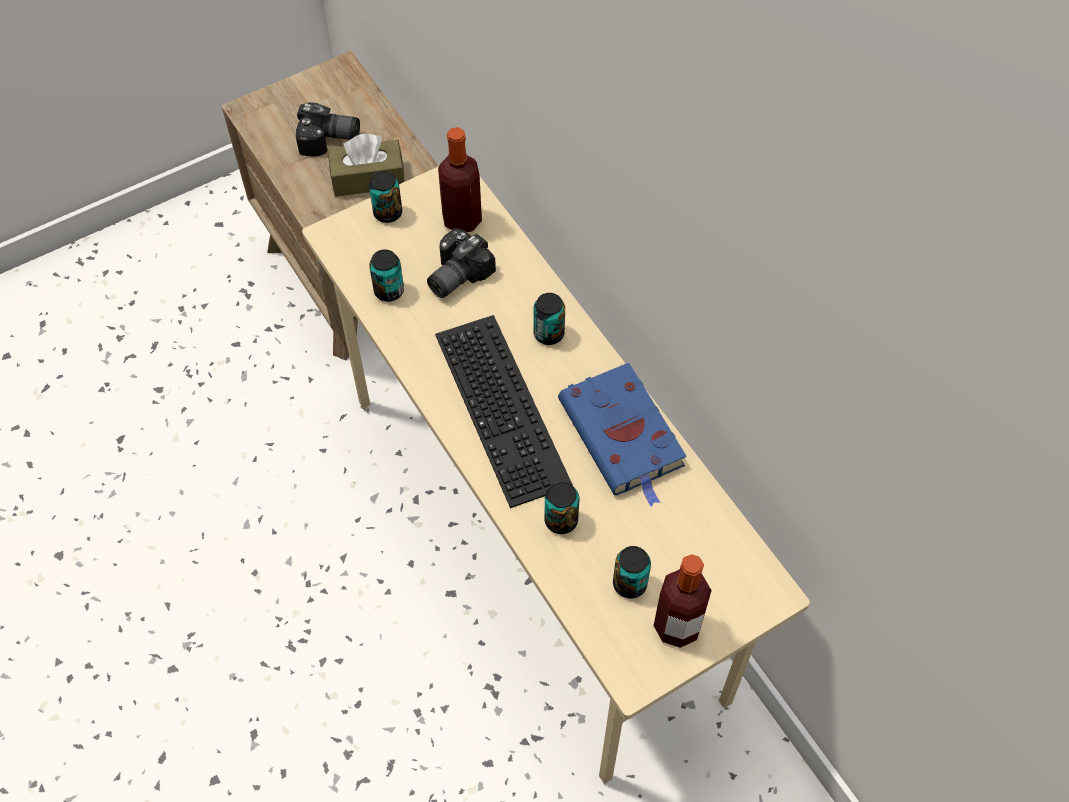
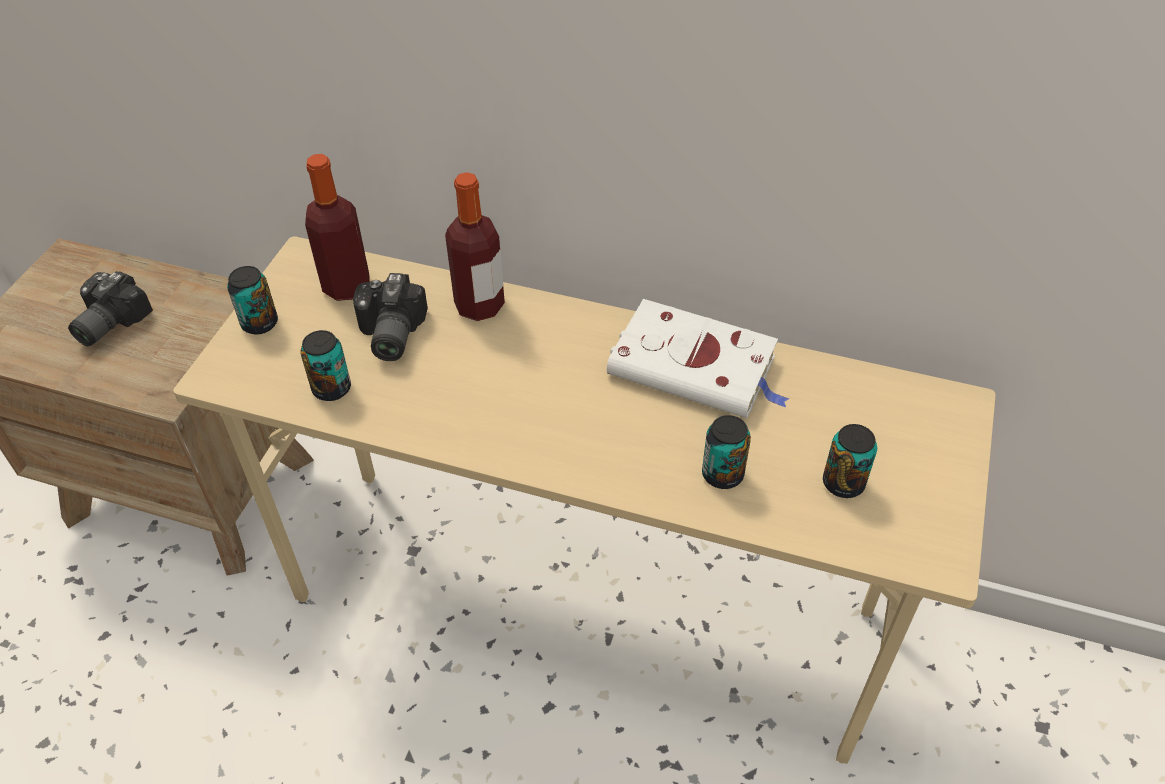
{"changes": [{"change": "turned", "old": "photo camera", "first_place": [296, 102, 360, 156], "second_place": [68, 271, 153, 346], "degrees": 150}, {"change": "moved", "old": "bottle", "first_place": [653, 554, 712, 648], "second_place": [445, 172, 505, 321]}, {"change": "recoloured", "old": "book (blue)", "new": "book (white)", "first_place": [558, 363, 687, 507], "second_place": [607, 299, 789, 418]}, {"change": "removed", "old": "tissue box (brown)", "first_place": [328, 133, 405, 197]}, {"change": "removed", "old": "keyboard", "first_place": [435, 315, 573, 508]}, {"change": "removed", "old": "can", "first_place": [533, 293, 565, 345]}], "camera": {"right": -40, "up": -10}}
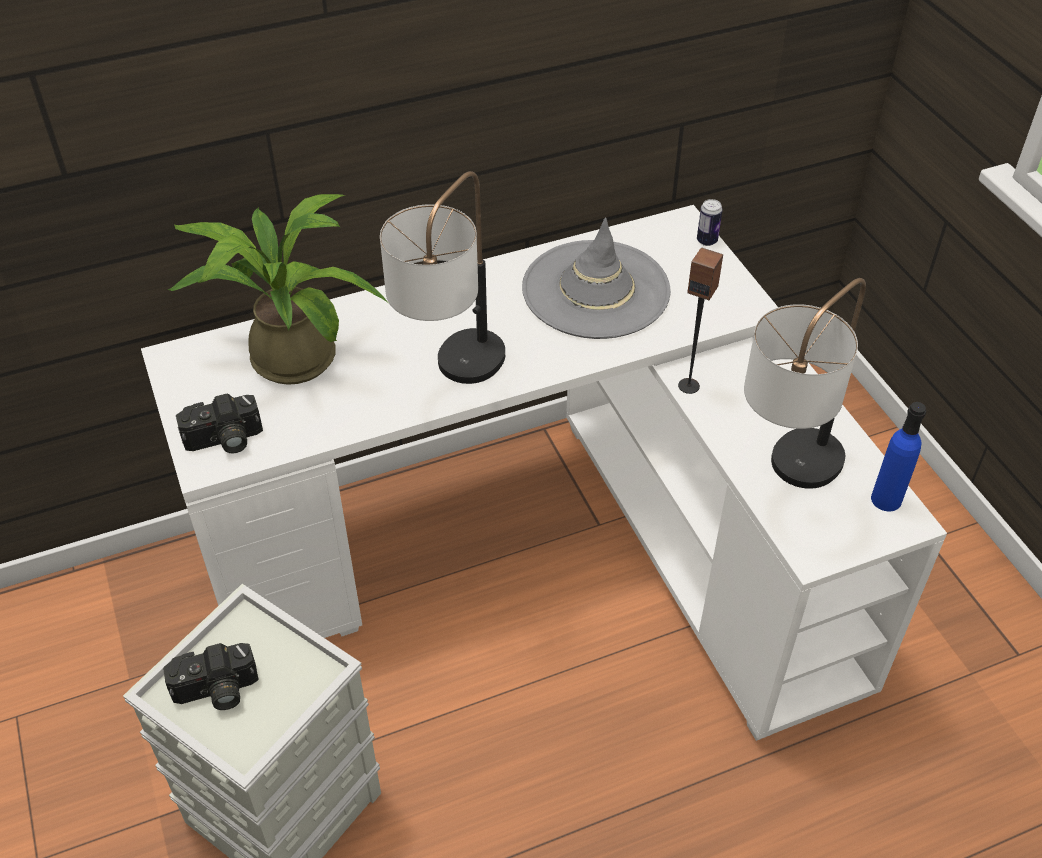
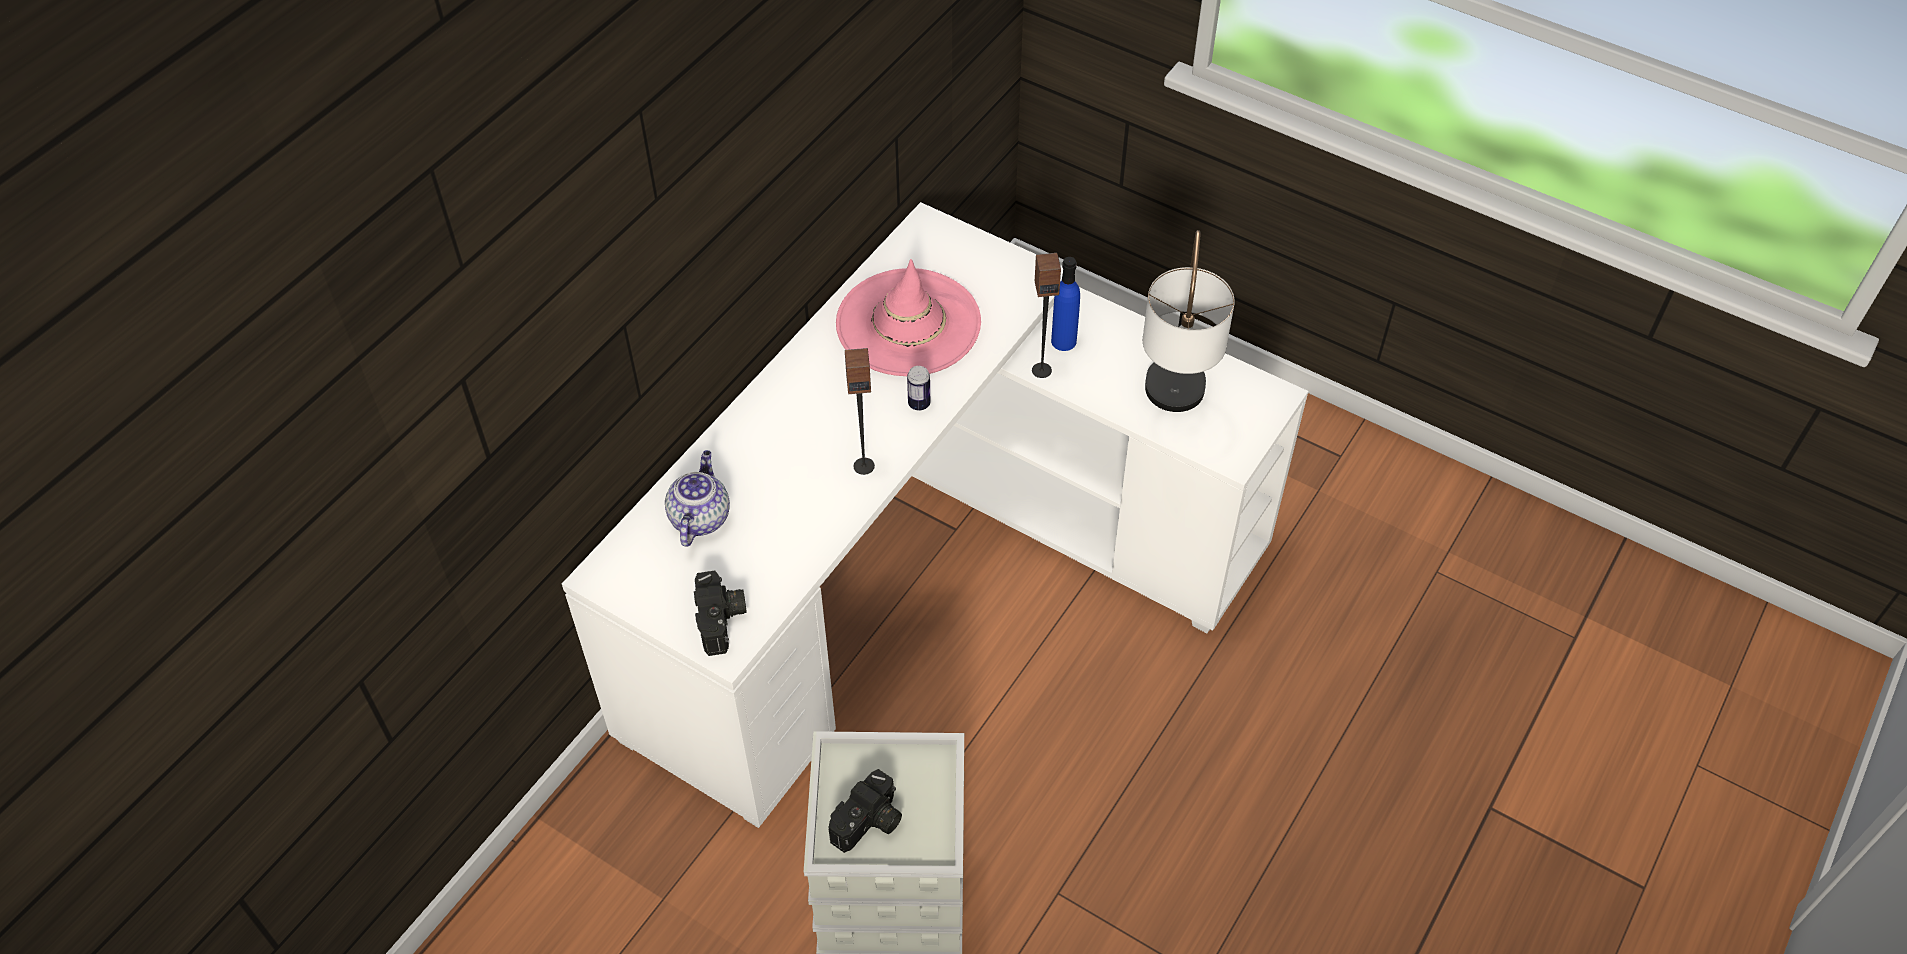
{"changes": [{"change": "replaced", "old": "potted plant", "new": "teapot", "first_place": [168, 194, 388, 385], "second_place": [665, 450, 730, 547]}, {"change": "turned", "old": "photo camera", "first_place": [176, 393, 263, 453], "second_place": [694, 571, 747, 656], "degrees": -45}, {"change": "recoloured", "old": "hat (grey)", "new": "hat (pink)", "first_place": [522, 217, 671, 339], "second_place": [836, 259, 981, 376]}, {"change": "replaced", "old": "table lamp", "new": "speaker", "first_place": [380, 171, 505, 384], "second_place": [845, 348, 875, 475]}, {"change": "moved", "old": "can", "first_place": [697, 199, 723, 246], "second_place": [907, 366, 930, 411]}, {"change": "moved", "old": "bottle (blue)", "first_place": [871, 402, 926, 511], "second_place": [1051, 257, 1080, 351]}], "camera": {"right": -35, "up": 5}}
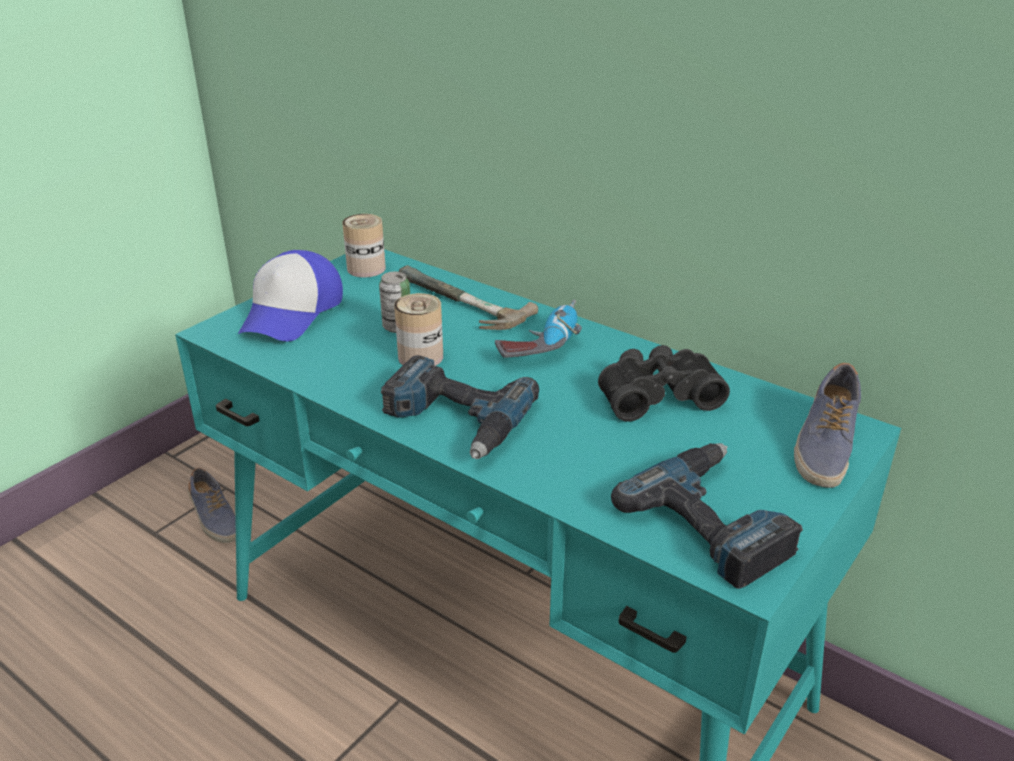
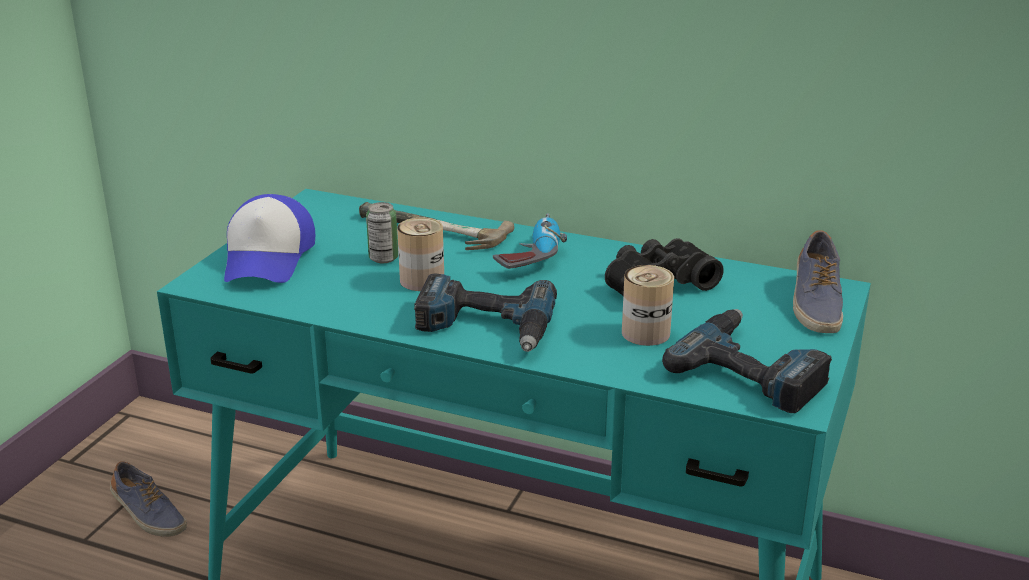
{"changes": [{"change": "moved", "old": "can", "first_place": [342, 214, 386, 278], "second_place": [622, 265, 674, 346]}], "camera": {"right": -15, "up": -5}}
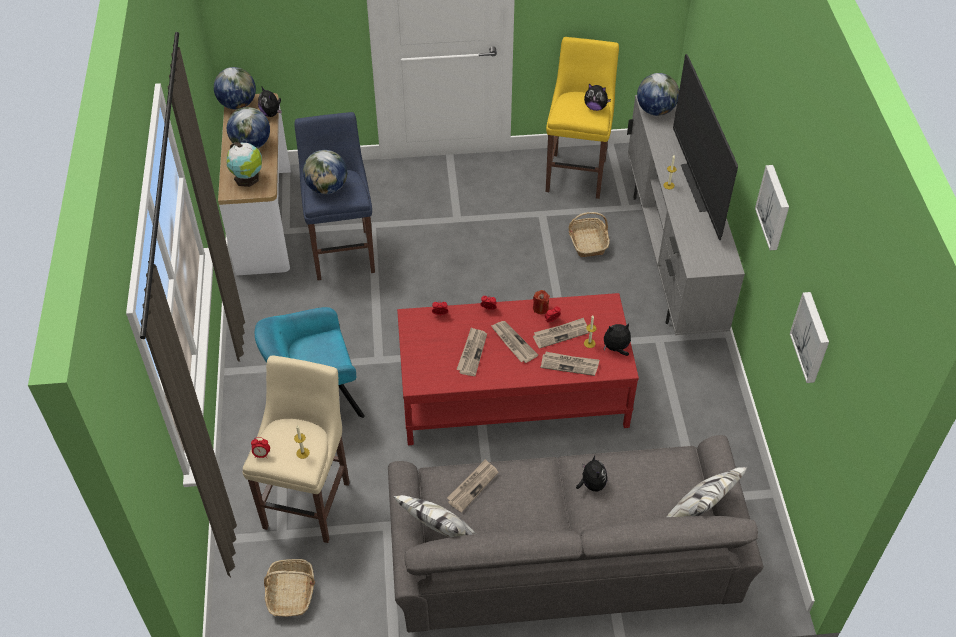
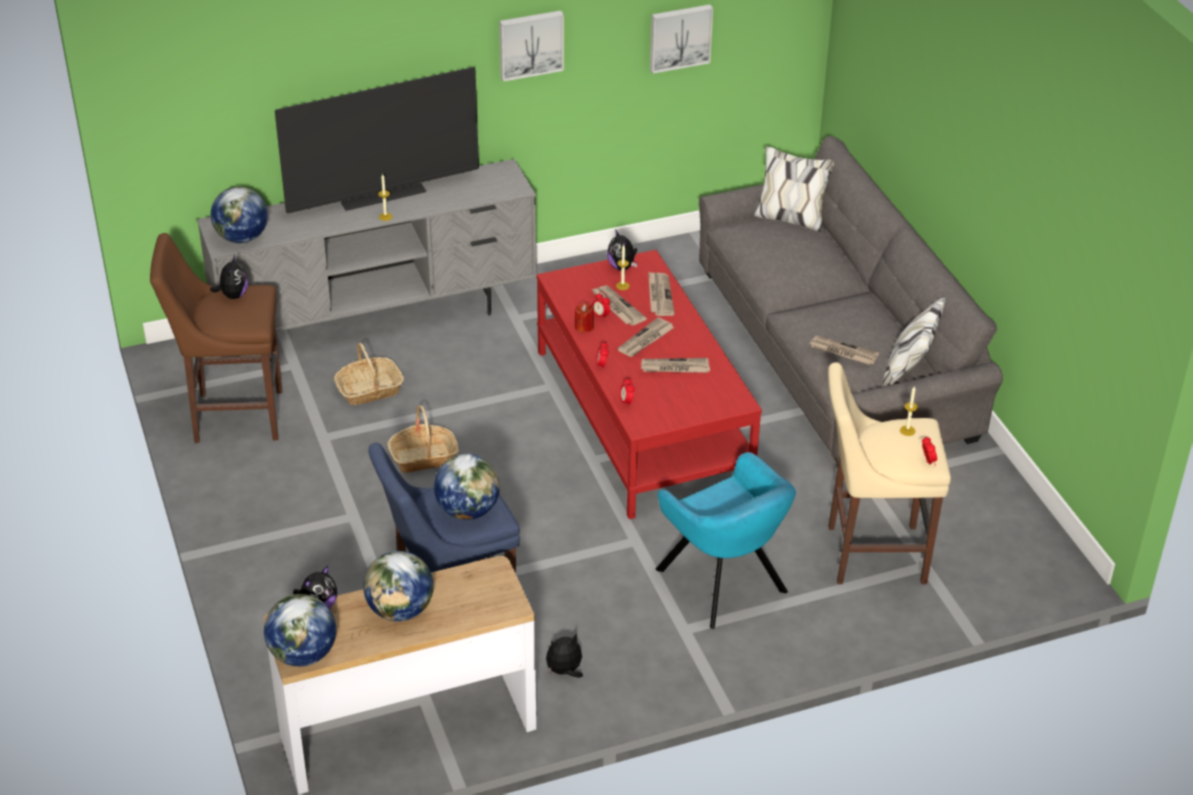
{"changes": [{"change": "recoloured", "old": "stool (yellow)", "new": "stool (brown)", "first_place": [546, 37, 619, 199], "second_place": [150, 233, 282, 443]}, {"change": "moved", "old": "basket", "first_place": [264, 559, 315, 617], "second_place": [388, 405, 459, 473]}, {"change": "moved", "old": "plush toy", "first_place": [576, 456, 607, 492], "second_place": [546, 633, 583, 678]}, {"change": "removed", "old": "globe", "first_place": [226, 142, 262, 187]}], "camera": {"right": -105, "up": -10}}
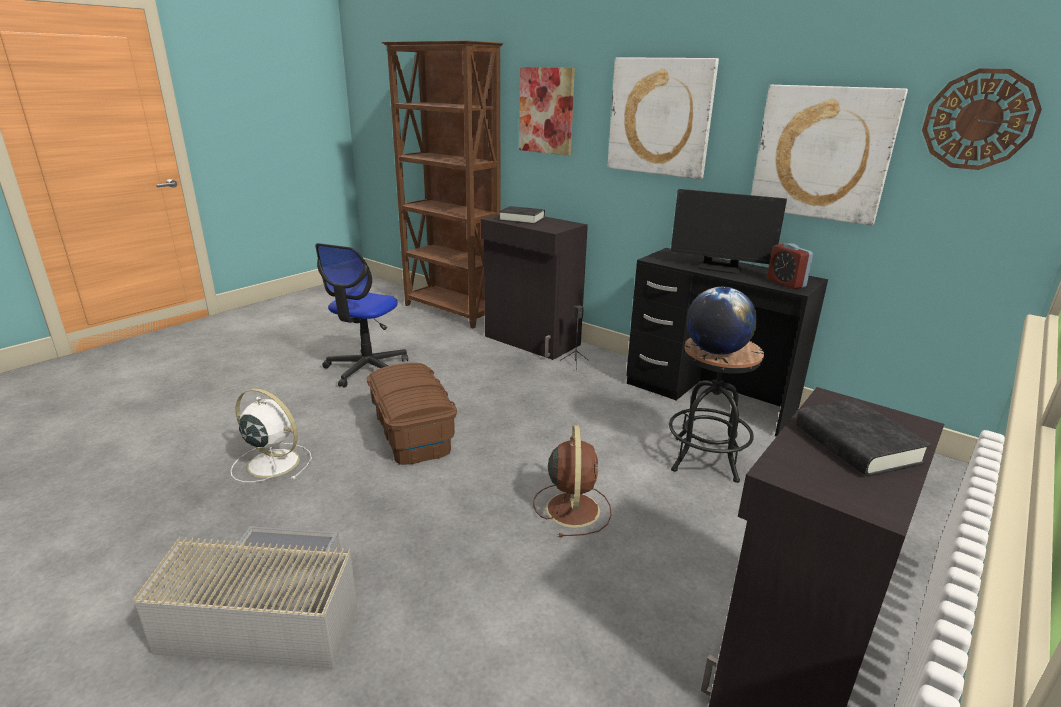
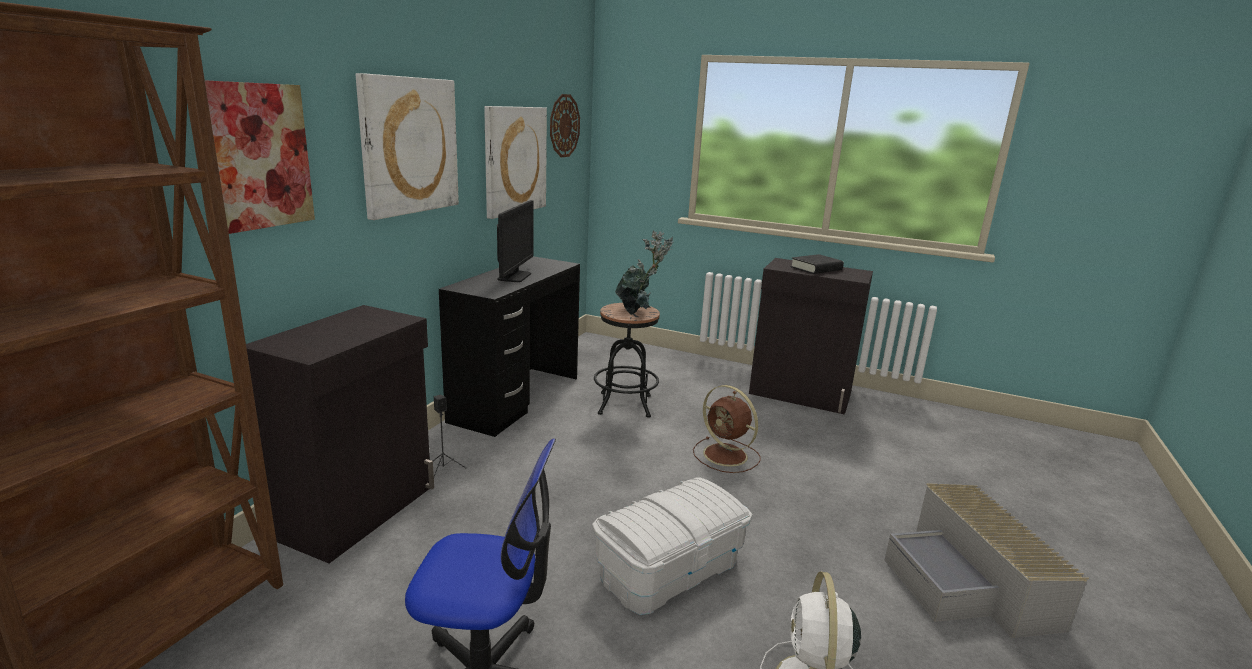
{"changes": [{"change": "recoloured", "old": "storage box (brown)", "new": "storage box (white)", "first_place": [367, 363, 457, 465], "second_place": [592, 477, 753, 615]}, {"change": "replaced", "old": "globe", "new": "potted plant", "first_place": [686, 287, 757, 354], "second_place": [615, 231, 673, 315]}, {"change": "turned", "old": "fan (brown)", "first_place": [533, 425, 612, 537], "second_place": [693, 385, 761, 473], "degrees": -120}, {"change": "removed", "old": "book (black)", "first_place": [499, 206, 545, 224]}, {"change": "removed", "old": "alarm clock", "first_place": [767, 243, 813, 289]}], "camera": {"right": -105, "up": -5}}
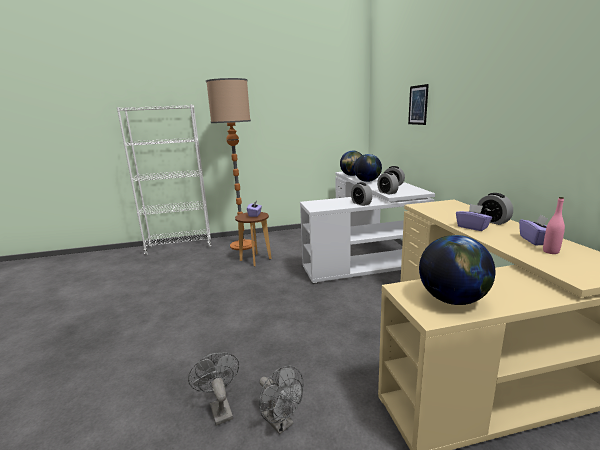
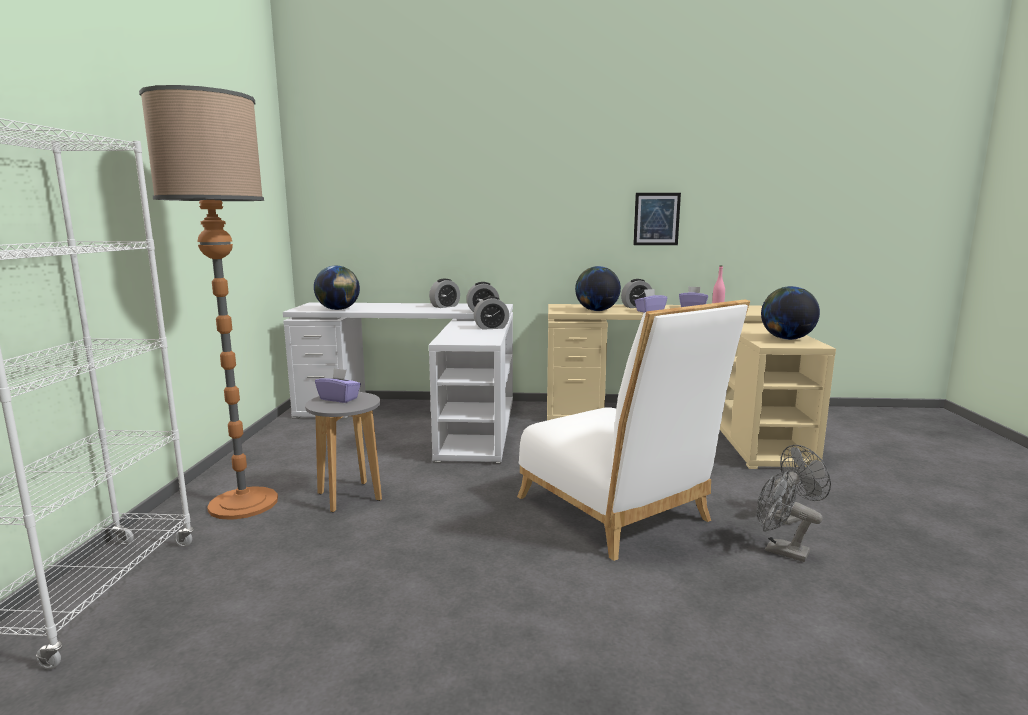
{"changes": [{"change": "recoloured", "old": "stool (brown)", "new": "stool (grey)", "first_place": [235, 212, 272, 266], "second_place": [305, 392, 382, 512]}, {"change": "added", "new": "chair (white)", "second_place": [517, 299, 750, 561]}, {"change": "moved", "old": "globe", "first_place": [354, 154, 382, 182], "second_place": [575, 266, 621, 311]}, {"change": "moved", "old": "picture", "first_place": [408, 84, 429, 125], "second_place": [633, 193, 681, 245]}, {"change": "turned", "old": "fan (grey)", "first_place": [188, 352, 239, 426], "second_place": [756, 471, 823, 562], "degrees": 45}], "camera": {"right": -75, "up": -5}}
